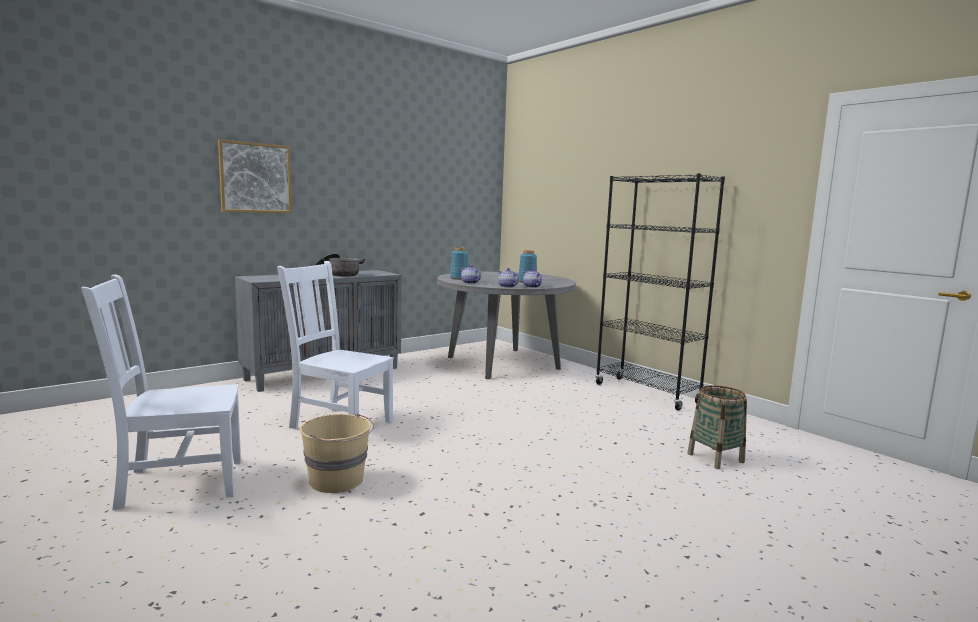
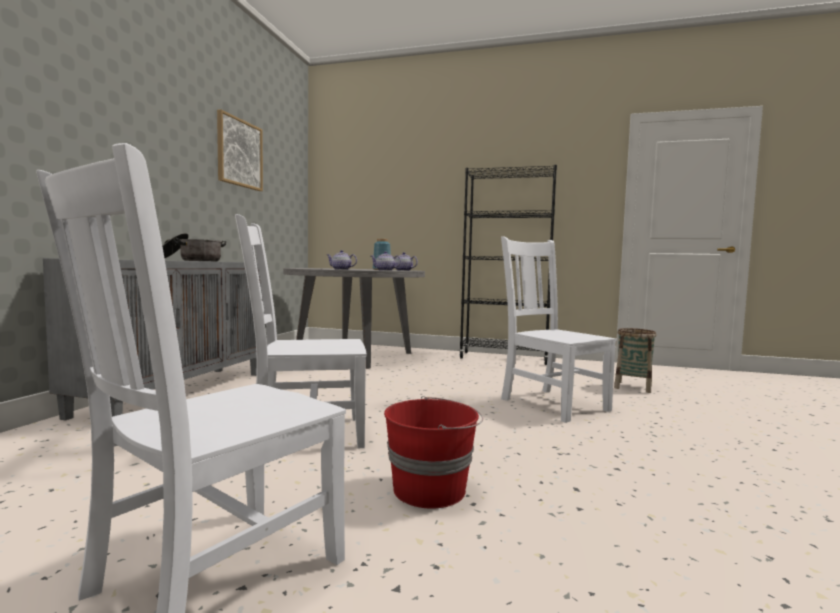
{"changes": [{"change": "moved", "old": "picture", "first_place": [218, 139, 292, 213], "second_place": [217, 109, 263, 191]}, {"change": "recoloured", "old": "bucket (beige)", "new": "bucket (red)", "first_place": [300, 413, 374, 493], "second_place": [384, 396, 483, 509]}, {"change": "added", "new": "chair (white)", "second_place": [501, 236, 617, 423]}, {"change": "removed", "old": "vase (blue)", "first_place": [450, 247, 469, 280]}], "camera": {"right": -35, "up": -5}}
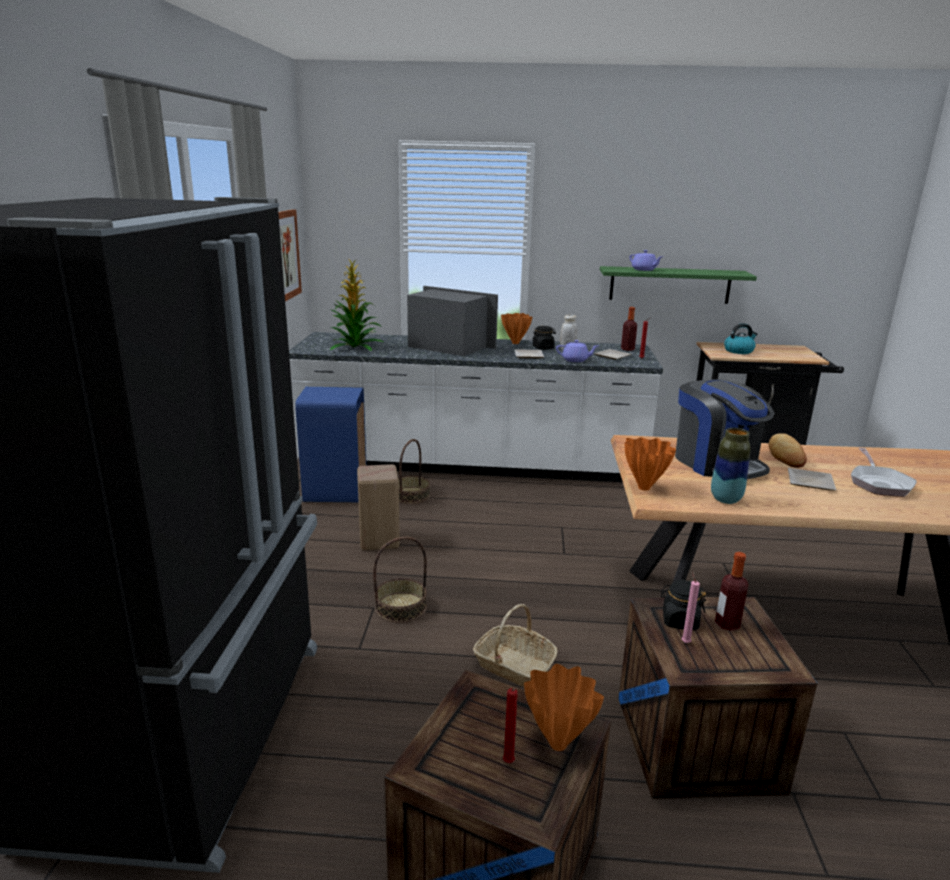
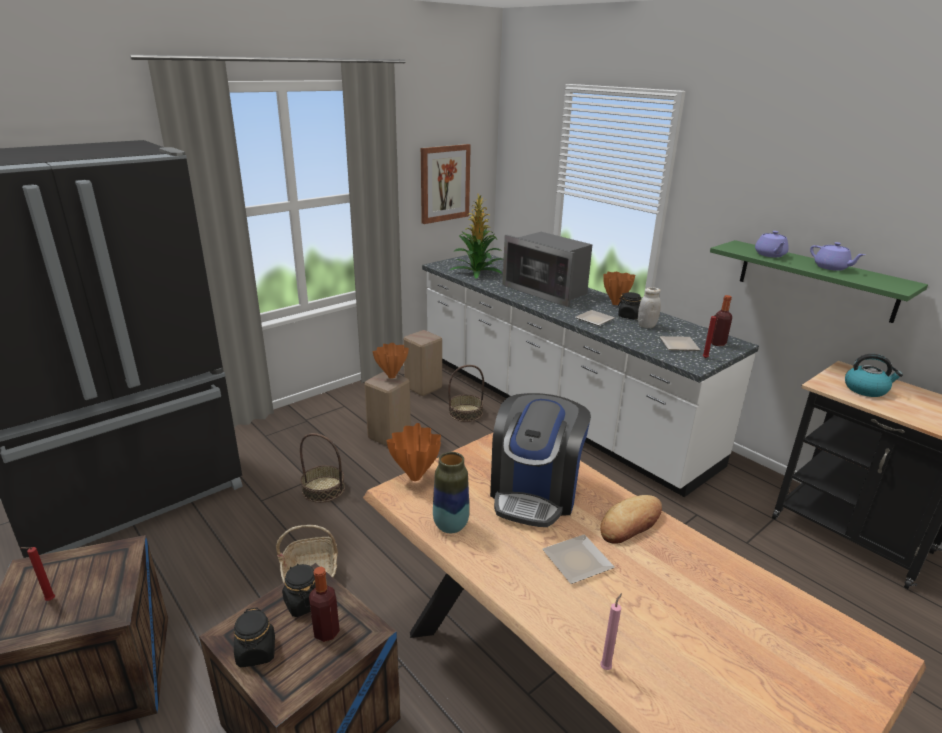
{"changes": [{"change": "added", "new": "jar (black)", "second_place": [234, 608, 275, 667]}, {"change": "moved", "old": "vase (orange)", "first_place": [524, 664, 604, 751], "second_place": [373, 343, 409, 379]}, {"change": "replaced", "old": "trash can (blue)", "new": "stool (beige)", "first_place": [295, 387, 367, 502], "second_place": [403, 330, 442, 396]}, {"change": "turned", "old": "microwave", "first_place": [407, 286, 498, 356], "second_place": [502, 232, 593, 307], "degrees": 150}, {"change": "moved", "old": "candle (pink)", "first_place": [681, 572, 700, 643], "second_place": [600, 593, 622, 670]}, {"change": "moved", "old": "teapot (purple)", "first_place": [556, 340, 598, 362], "second_place": [810, 242, 865, 271]}, {"change": "removed", "old": "frying pan", "first_place": [851, 448, 917, 497]}], "camera": {"right": 45, "up": 5}}
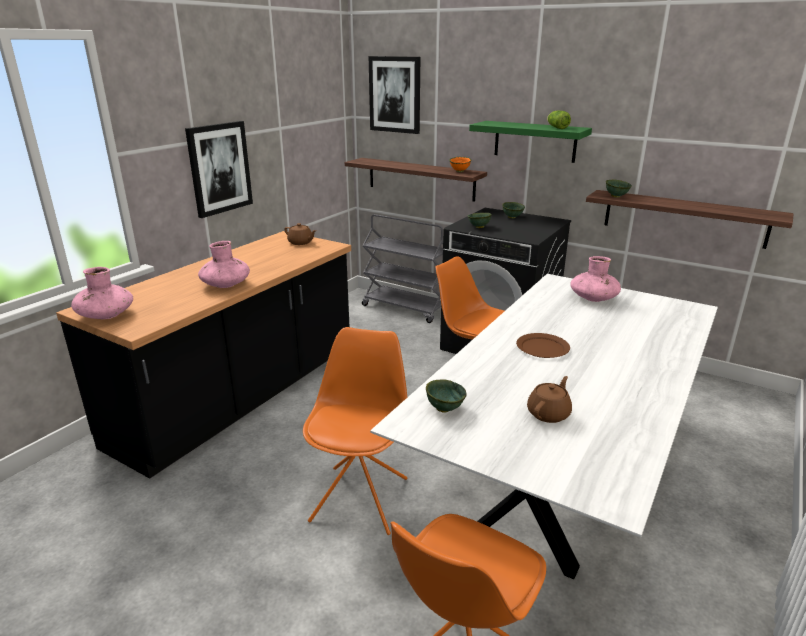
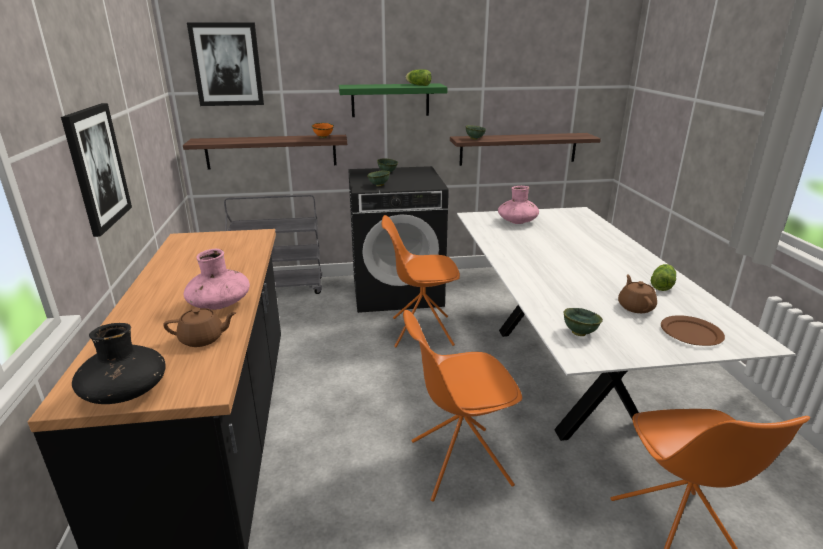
{"changes": [{"change": "recoloured", "old": "vase (pink)", "new": "vase (black)", "first_place": [71, 267, 133, 319], "second_place": [72, 323, 166, 404]}, {"change": "moved", "old": "teapot (brown)", "first_place": [284, 223, 316, 245], "second_place": [163, 308, 237, 347]}, {"change": "turned", "old": "chair (orange)", "first_place": [303, 327, 408, 535], "second_place": [403, 310, 522, 502], "degrees": -75}, {"change": "added", "new": "lettuce", "second_place": [651, 264, 676, 291]}, {"change": "moved", "old": "plate (brown)", "first_place": [516, 333, 570, 358], "second_place": [661, 315, 725, 346]}], "camera": {"right": -40, "up": 0}}
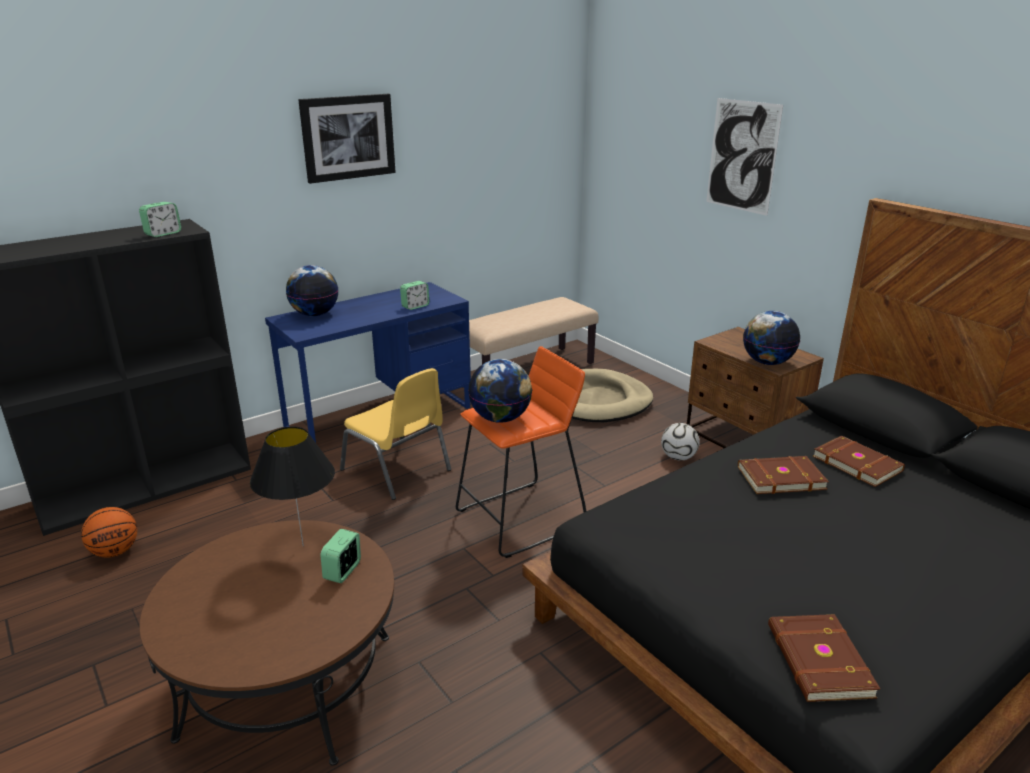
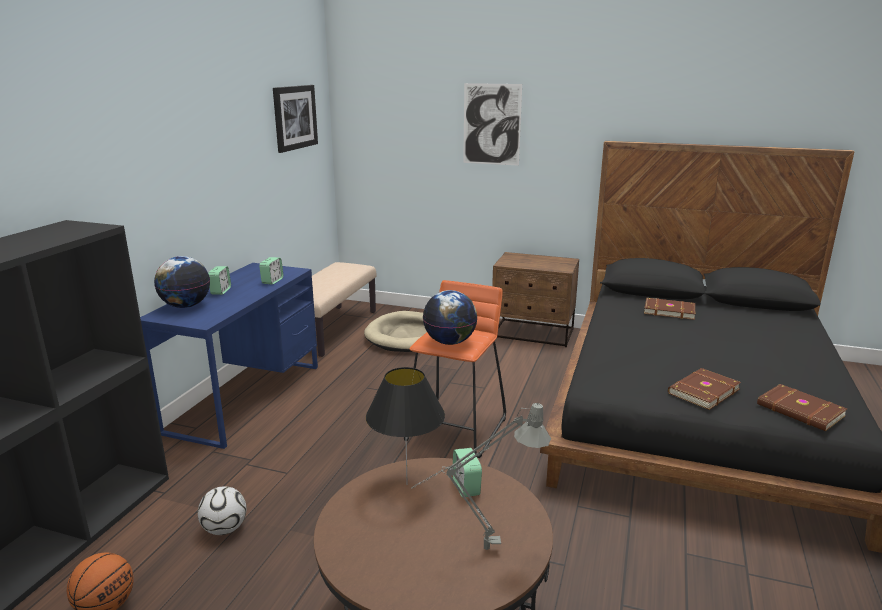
{"changes": [{"change": "moved", "old": "football", "first_place": [661, 423, 700, 461], "second_place": [197, 486, 247, 535]}, {"change": "moved", "old": "alarm clock", "first_place": [139, 202, 181, 237], "second_place": [208, 266, 231, 295]}, {"change": "moved", "old": "picture", "first_place": [298, 94, 396, 184], "second_place": [273, 85, 318, 153]}, {"change": "added", "new": "table lamp (grey)", "second_place": [411, 403, 551, 550]}, {"change": "moved", "old": "book (brown)", "first_place": [738, 456, 829, 494], "second_place": [668, 368, 741, 410]}, {"change": "removed", "old": "chair (yellow)", "first_place": [340, 368, 451, 500]}, {"change": "removed", "old": "globe", "first_place": [743, 311, 800, 365]}], "camera": {"right": -35, "up": -5}}
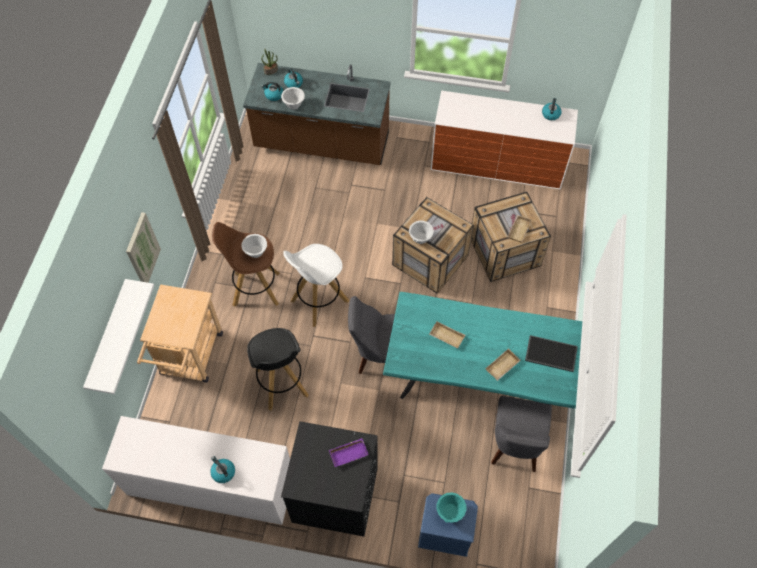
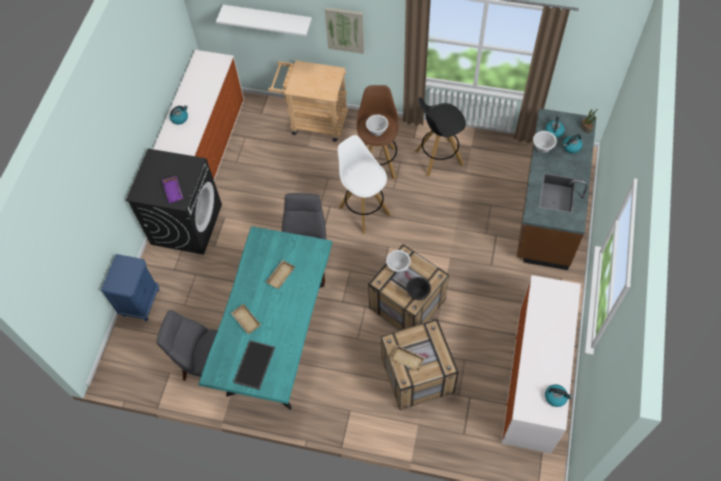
{"changes": [{"change": "added", "new": "bowl (black)", "second_place": [406, 277, 431, 300]}, {"change": "moved", "old": "stool (black)", "first_place": [247, 328, 309, 410], "second_place": [415, 97, 466, 177]}, {"change": "removed", "old": "bowl (turquoise)", "first_place": [437, 492, 466, 523]}], "camera": {"right": 95, "up": 0}}
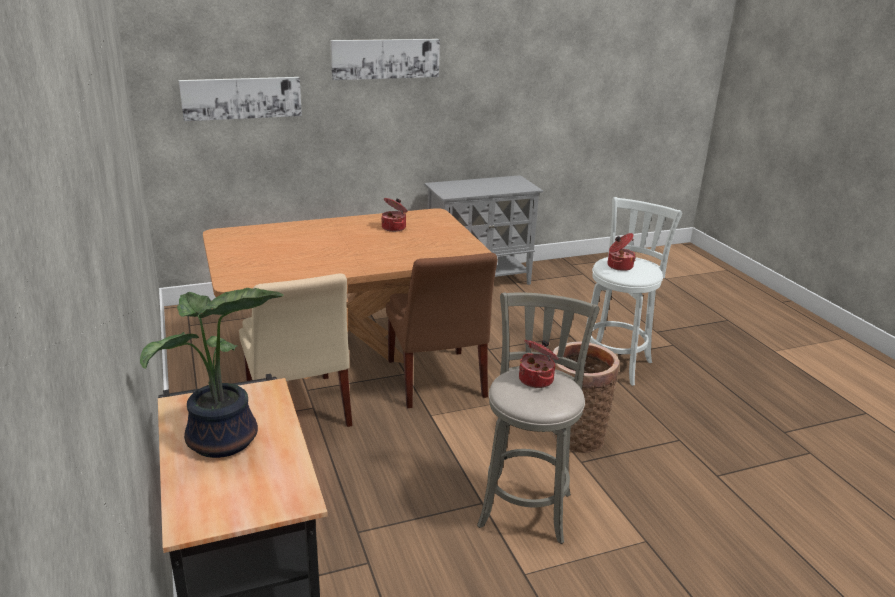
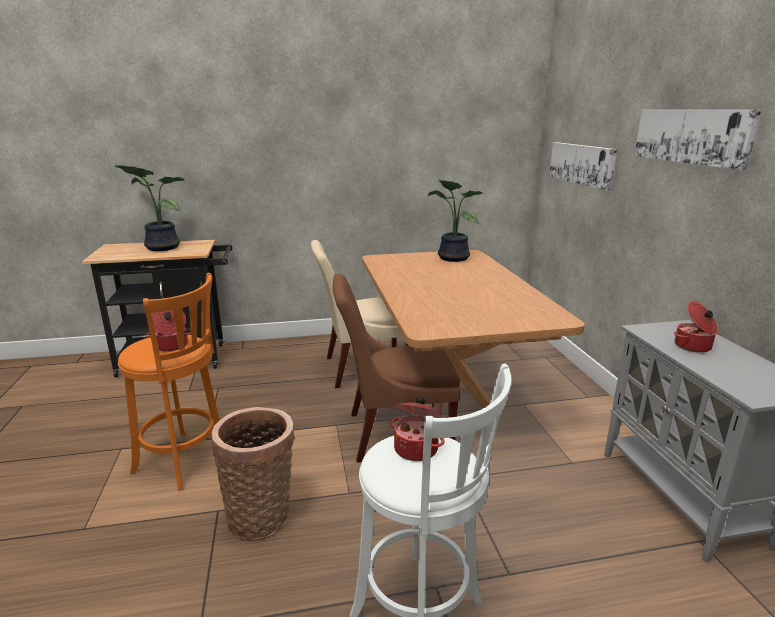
{"changes": [{"change": "recoloured", "old": "stool (grey)", "new": "stool (orange)", "first_place": [477, 292, 600, 544], "second_place": [118, 273, 220, 491]}, {"change": "added", "new": "potted plant", "second_place": [428, 179, 483, 262]}, {"change": "moved", "old": "cooking pot", "first_place": [381, 198, 408, 232], "second_place": [674, 301, 718, 353]}], "camera": {"right": 100, "up": -5}}
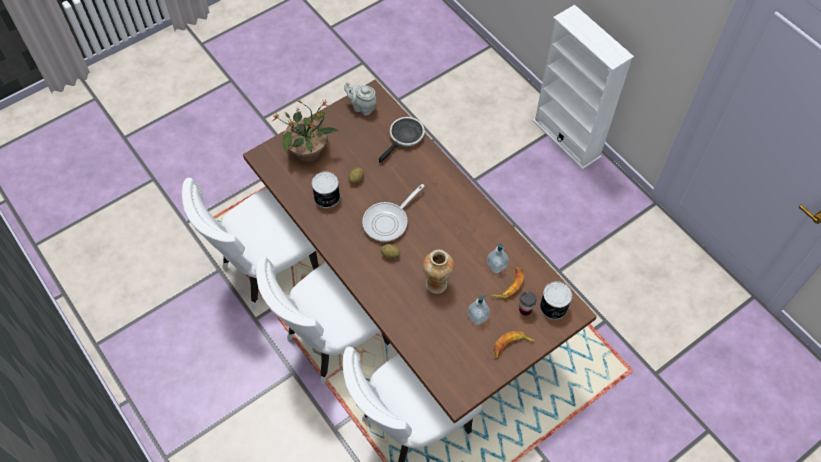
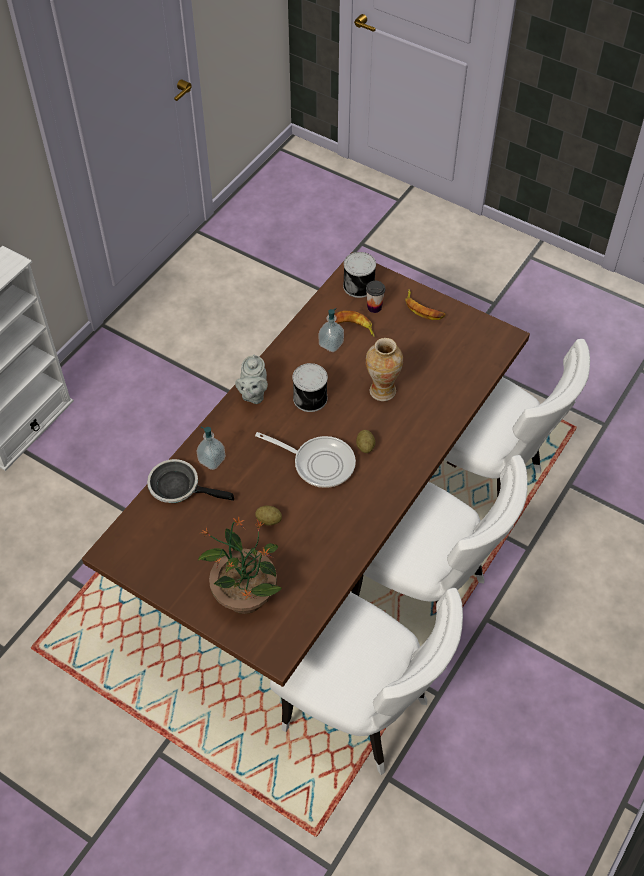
{"changes": [{"change": "moved", "old": "soap dispenser", "first_place": [467, 295, 490, 325], "second_place": [196, 427, 225, 470]}, {"change": "moved", "old": "teapot (grey)", "first_place": [344, 82, 377, 116], "second_place": [235, 355, 268, 404]}, {"change": "moved", "old": "can", "first_place": [312, 171, 340, 208], "second_place": [292, 363, 328, 412]}], "camera": {"right": -110, "up": -5}}
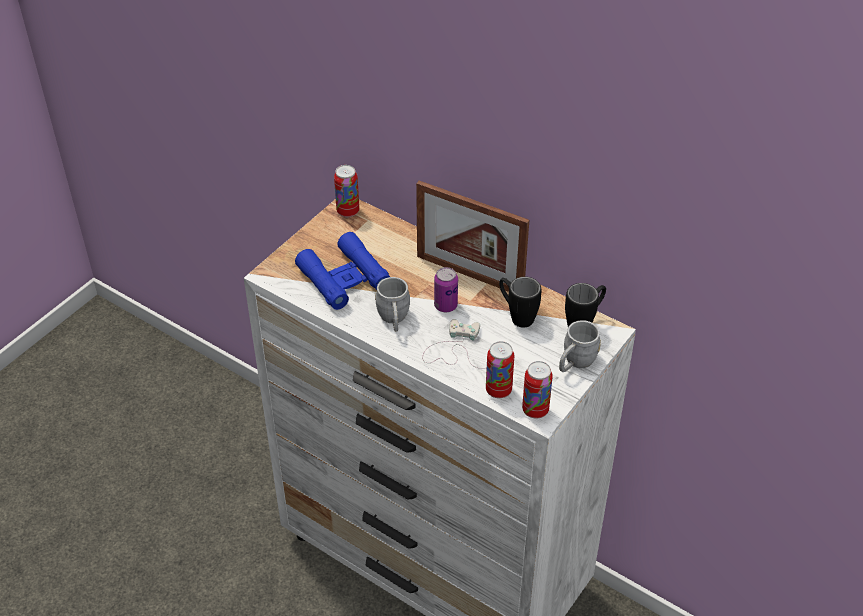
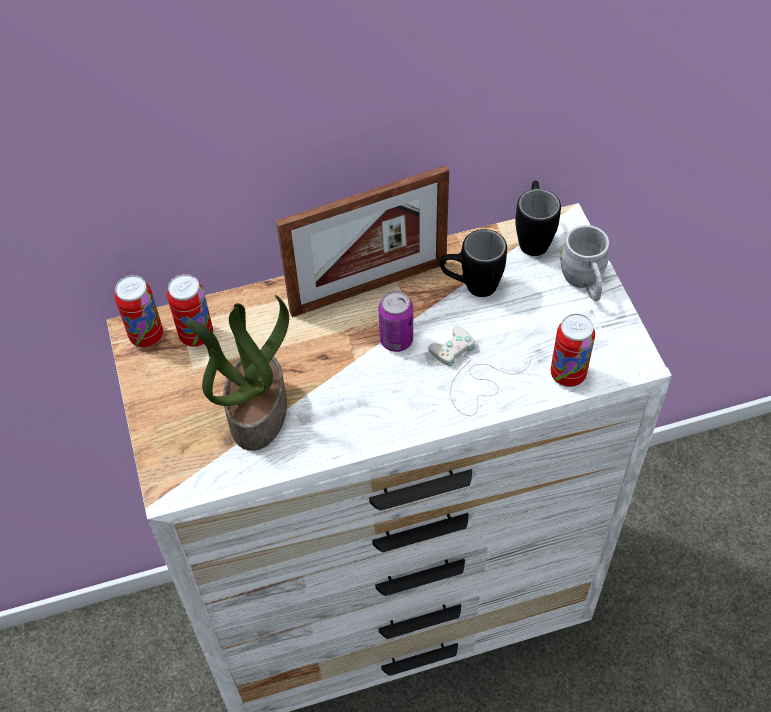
{"changes": [{"change": "moved", "old": "can", "first_place": [522, 361, 553, 419], "second_place": [167, 274, 213, 347]}, {"change": "replaced", "old": "binoculars (blue)", "new": "potted plant", "first_place": [295, 232, 390, 310], "second_place": [187, 295, 289, 451]}, {"change": "removed", "old": "mug (grey)", "first_place": [375, 277, 410, 332]}], "camera": {"right": -50, "up": 10}}
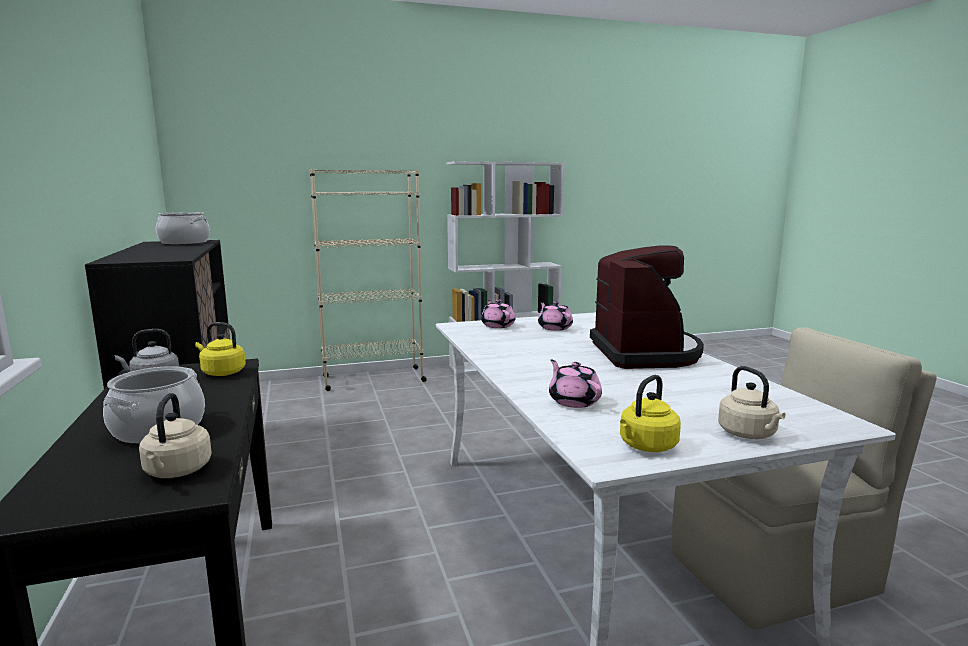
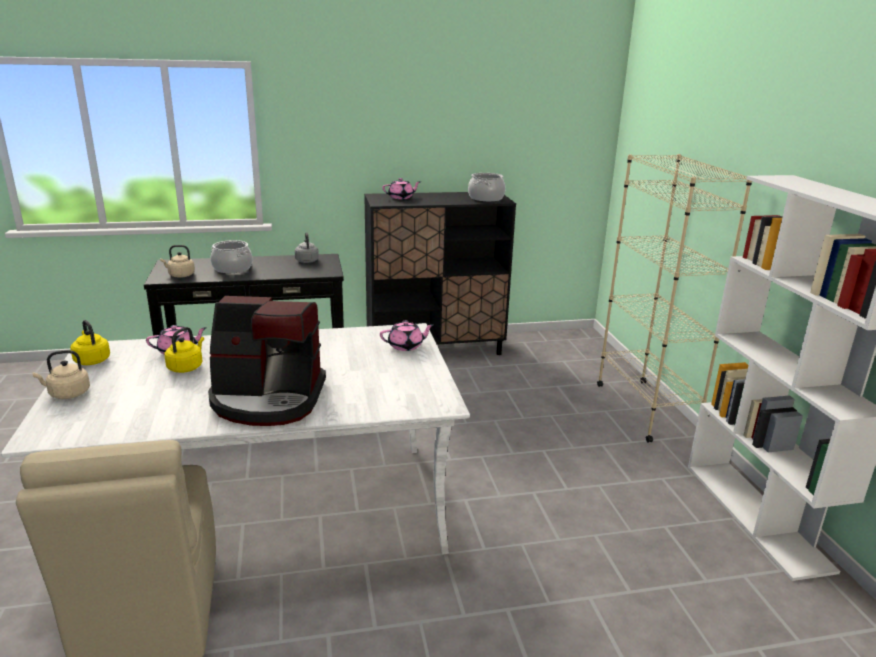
{"changes": [{"change": "moved", "old": "kettle (yellow)", "first_place": [195, 322, 246, 376], "second_place": [164, 327, 204, 373]}, {"change": "moved", "old": "teapot (pink)", "first_place": [538, 301, 573, 331], "second_place": [382, 178, 420, 199]}], "camera": {"right": 95, "up": 10}}
